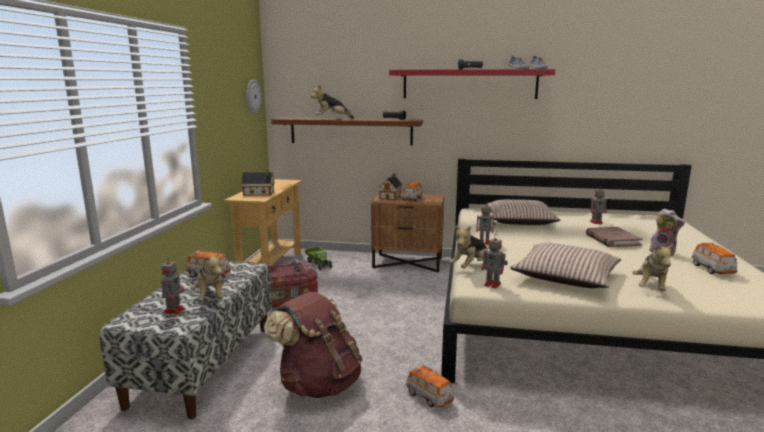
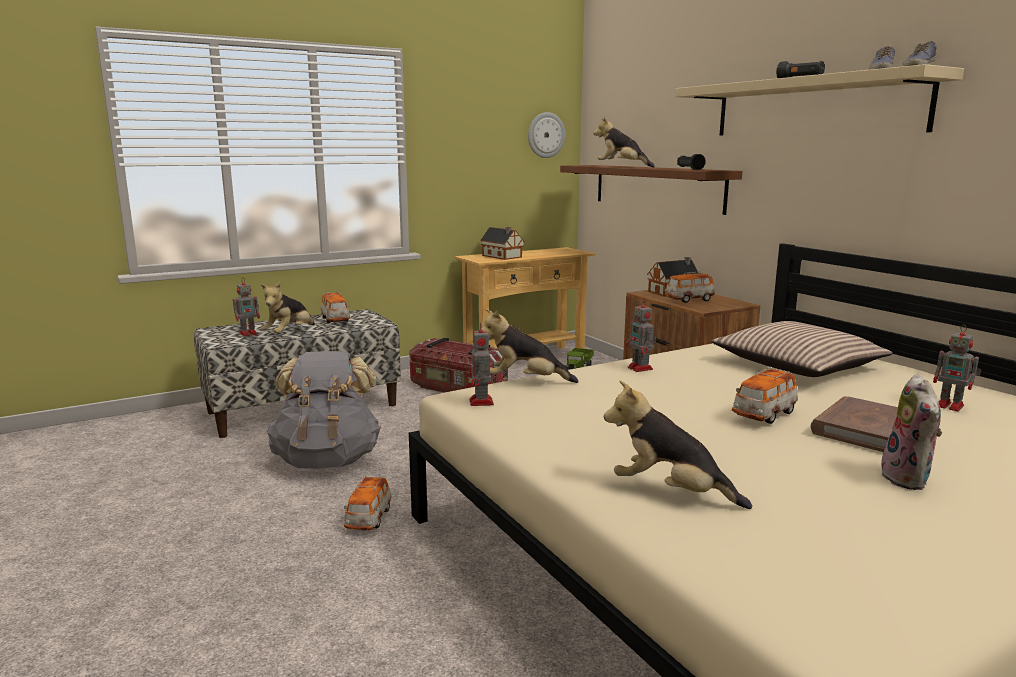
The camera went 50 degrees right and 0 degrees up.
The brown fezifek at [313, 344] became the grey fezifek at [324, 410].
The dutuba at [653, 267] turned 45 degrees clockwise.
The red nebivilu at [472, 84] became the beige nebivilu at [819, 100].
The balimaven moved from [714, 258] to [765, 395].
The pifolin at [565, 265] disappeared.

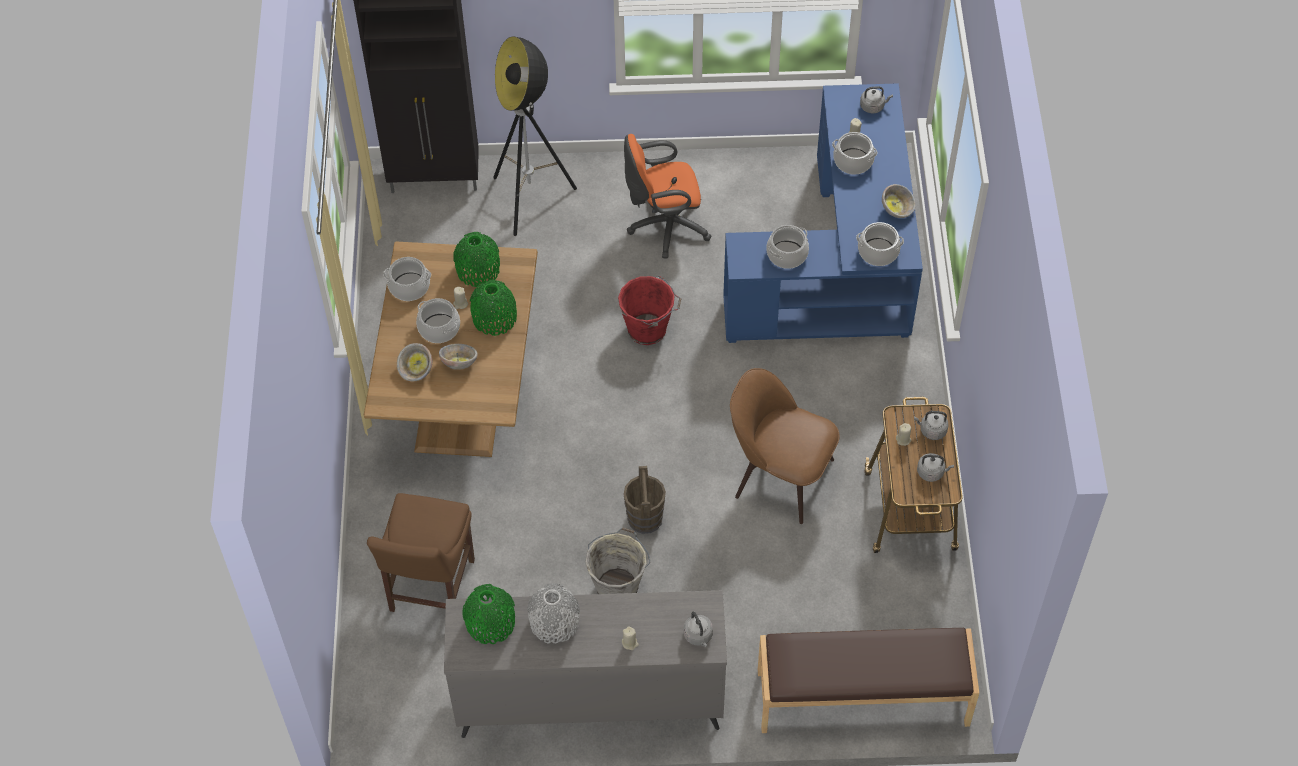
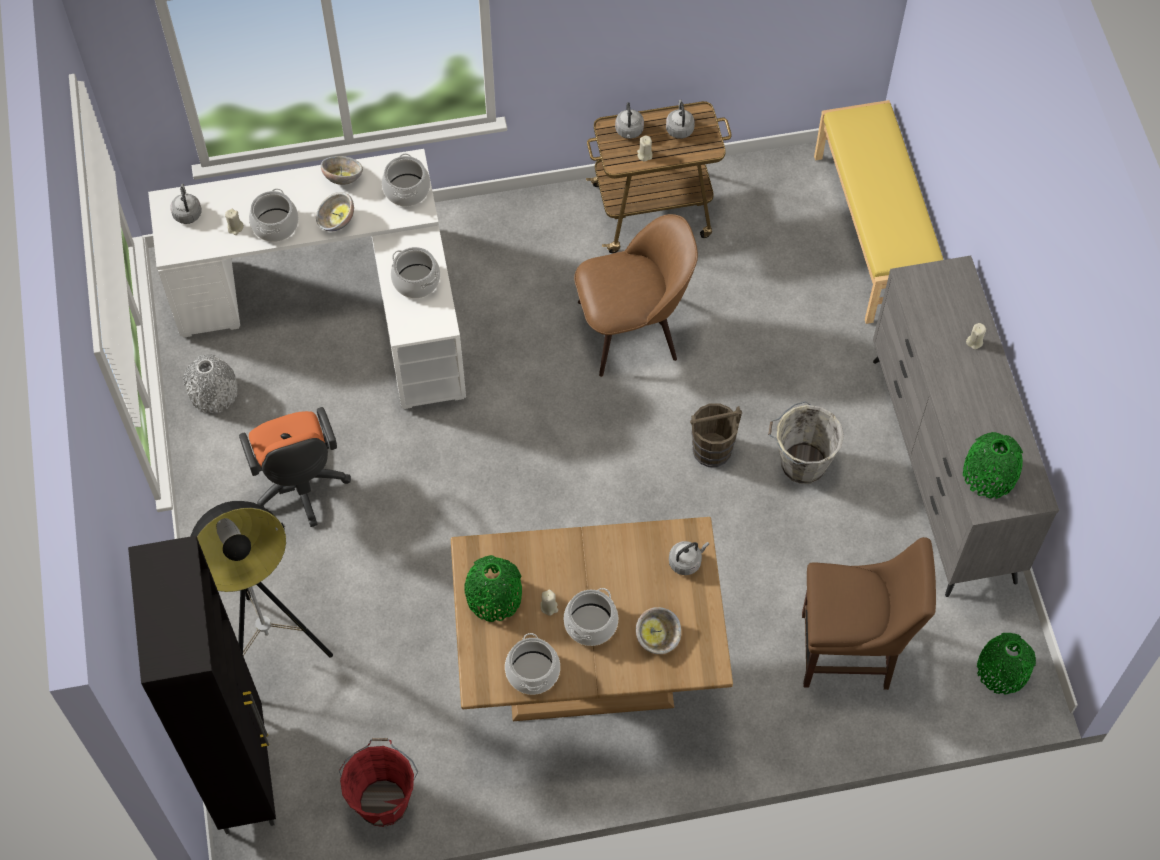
The camera went 100 degrees left and 5 degrees up.
The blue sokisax at [823, 213] became the white sokisax at [307, 279].
The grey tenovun moved from [553, 613] to [210, 383].
The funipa moved from [458, 357] to [335, 211].
The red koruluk moved from [649, 310] to [378, 782].
The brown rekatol at [785, 446] turned 120 degrees counterclockwise.
The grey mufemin moved from [698, 629] to [689, 558].
The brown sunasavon at [868, 680] became the yellow sunasavon at [878, 212].
The green tenovun moved from [493, 308] to [1006, 663].

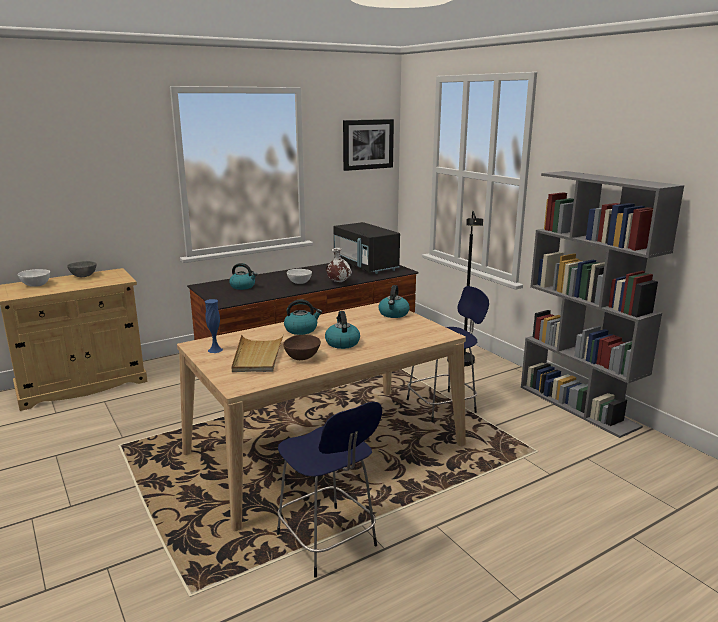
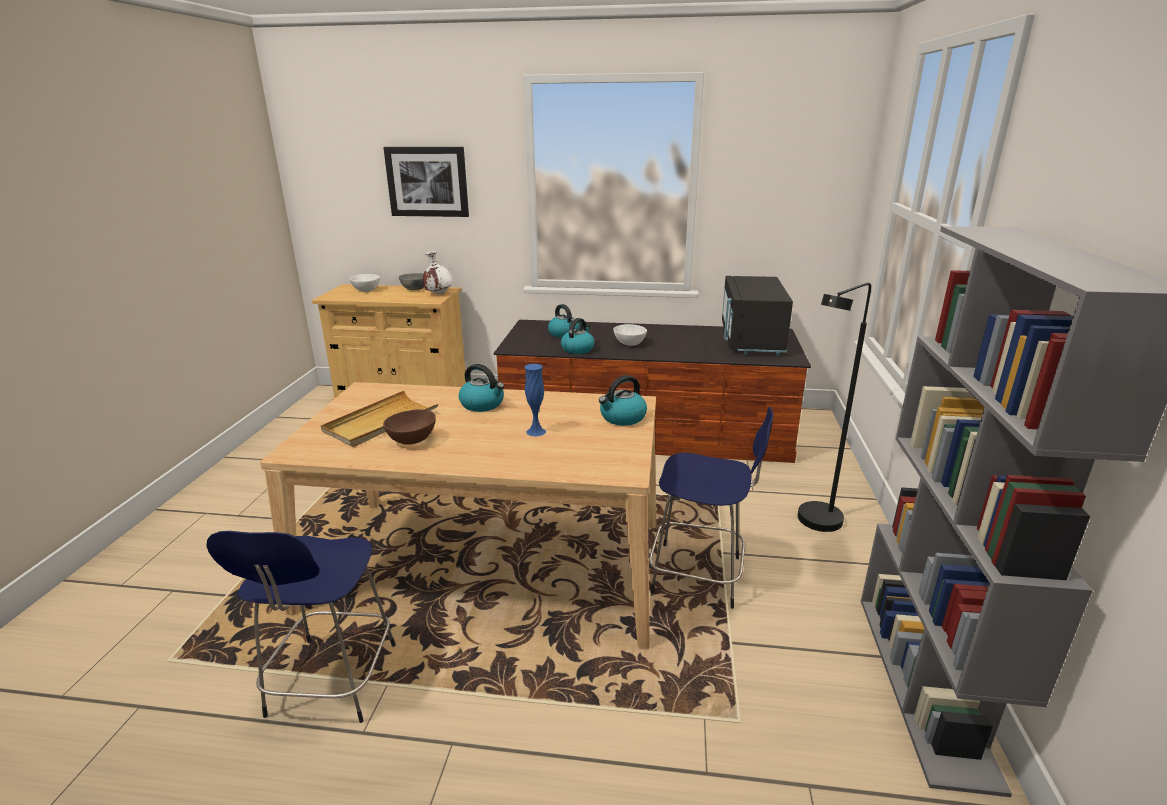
The camera went 40 degrees right and 5 degrees up.
The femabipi moved from [368, 145] to [426, 182].
The white tenovun moved from [339, 265] to [437, 272].
The blue tenovun moved from [214, 326] to [535, 400].
The mufemin moved from [342, 330] to [578, 336].

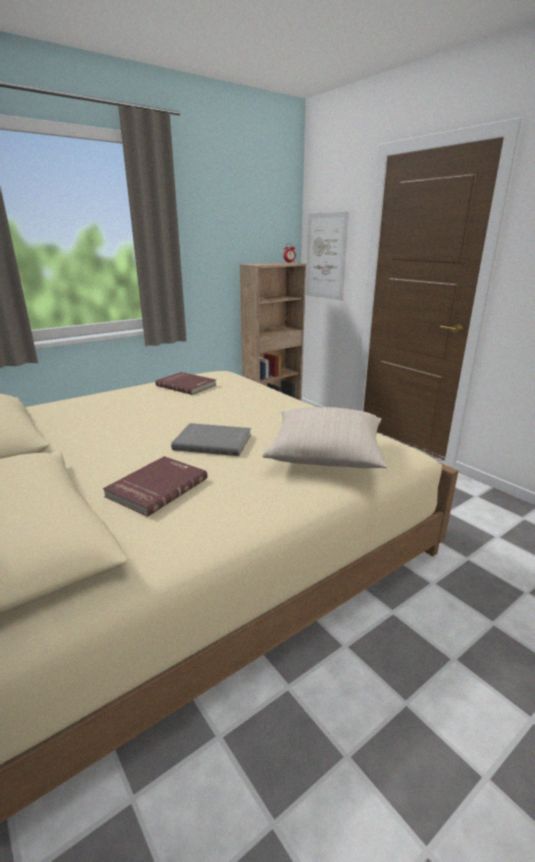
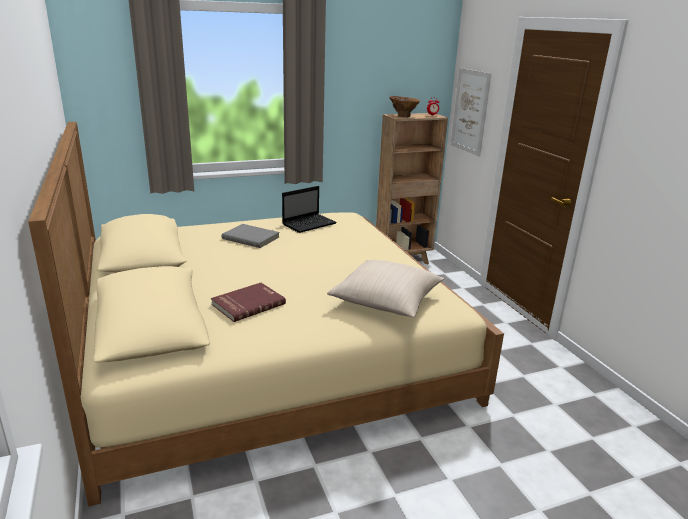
The camera went 15 degrees right and 0 degrees up.
The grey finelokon moved from [211, 439] to [251, 236].
The red finelokon at [185, 383] was replaced by the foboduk at [309, 209].
The brown tenovun at [404, 106] appeared.

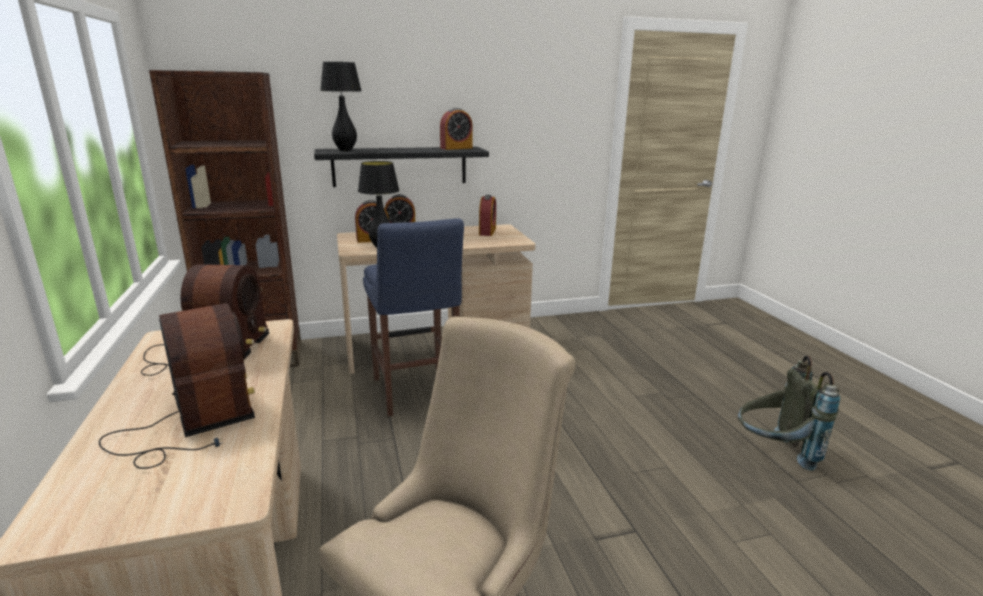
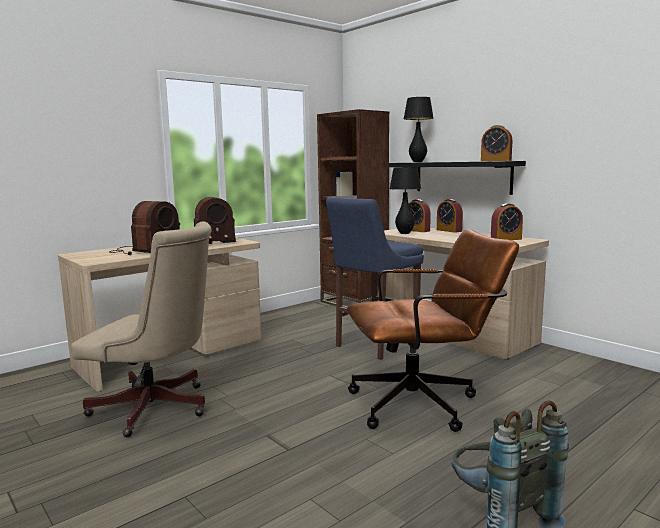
The camera went 65 degrees right and 10 degrees down.
The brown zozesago at [433, 330] appeared.

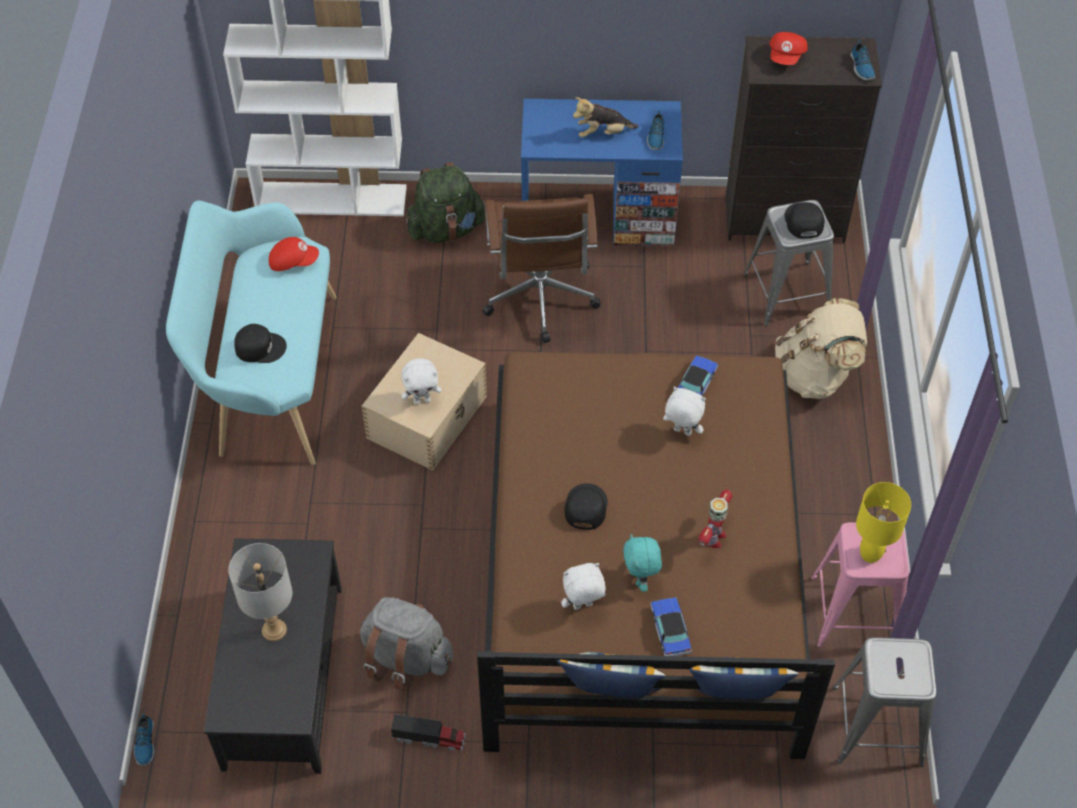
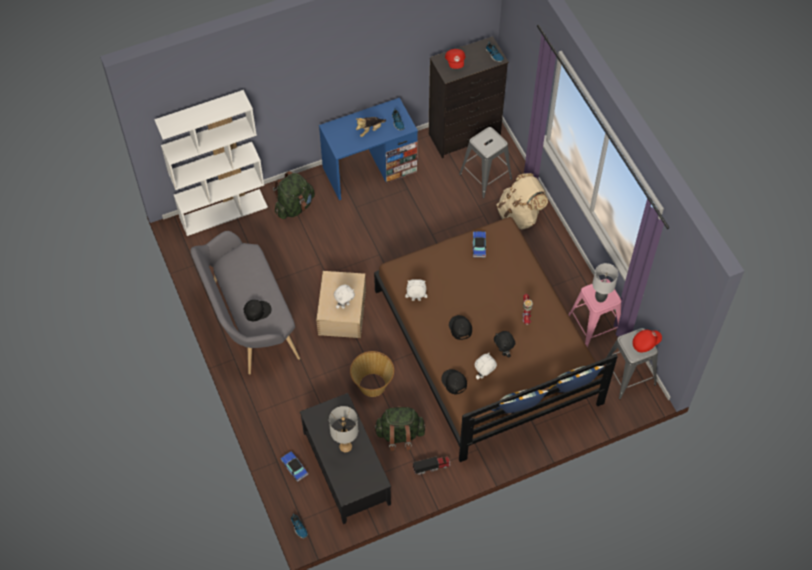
The camera went 25 degrees left and 5 degrees up.
The turquoise sunasavon at [251, 333] became the grey sunasavon at [245, 302].
The balimaven moved from [671, 626] to [294, 466].
The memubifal at [372, 374] appeared.
The grey fezifek at [406, 644] became the green fezifek at [399, 428].
The white dutuba moved from [684, 411] to [416, 290].
The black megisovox moved from [804, 220] to [454, 381].
The turquoise dutuba at [642, 563] became the black dutuba at [504, 344].
The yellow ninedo at [883, 522] became the grey ninedo at [605, 282].
The red megisovox moved from [294, 254] to [647, 341].
The brown zozesago at [541, 268] disappeared.

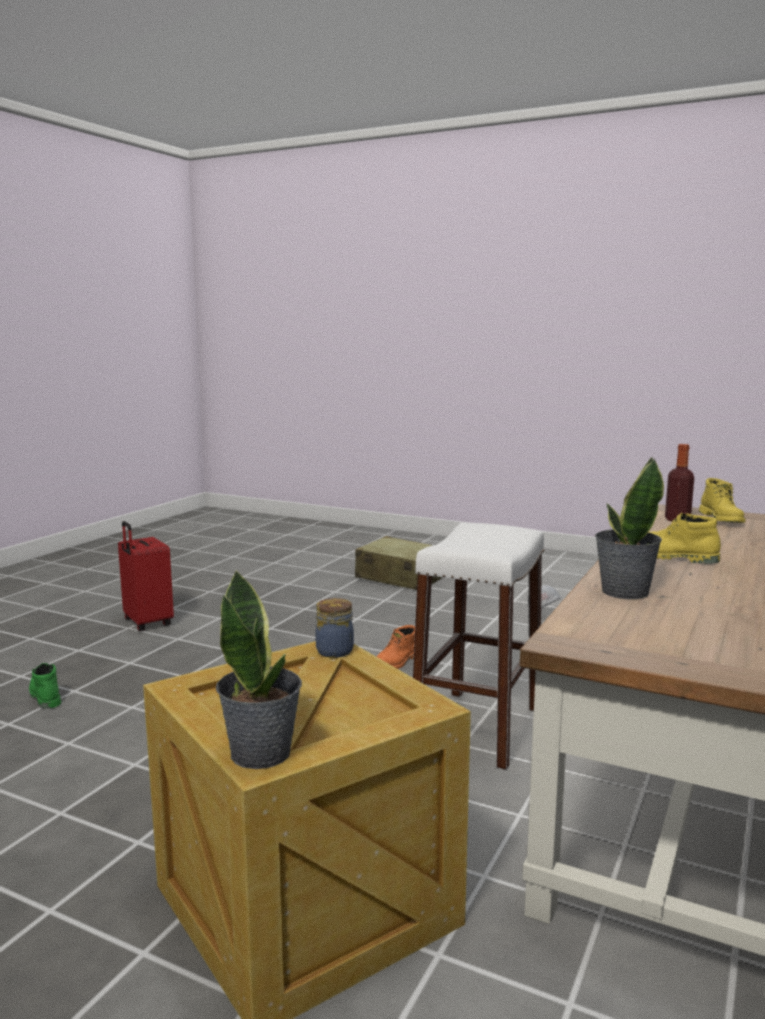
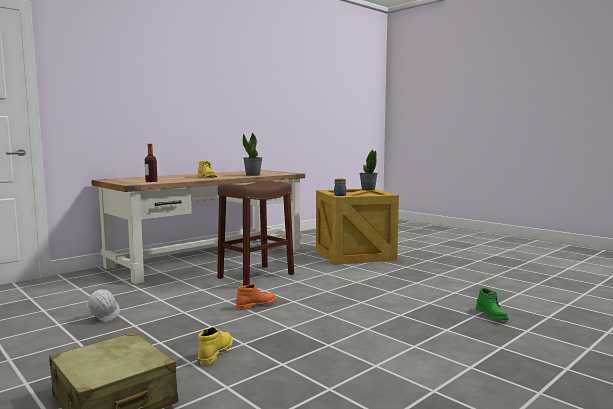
The camera went 160 degrees left and 5 degrees down.
The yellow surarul moved from [722, 500] to [215, 346].
The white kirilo at [479, 646] became the brown kirilo at [255, 233].
The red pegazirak at [146, 576] disappeared.

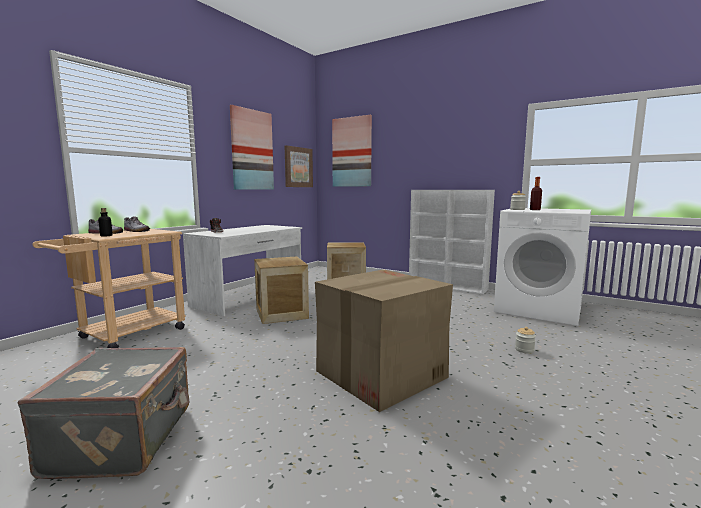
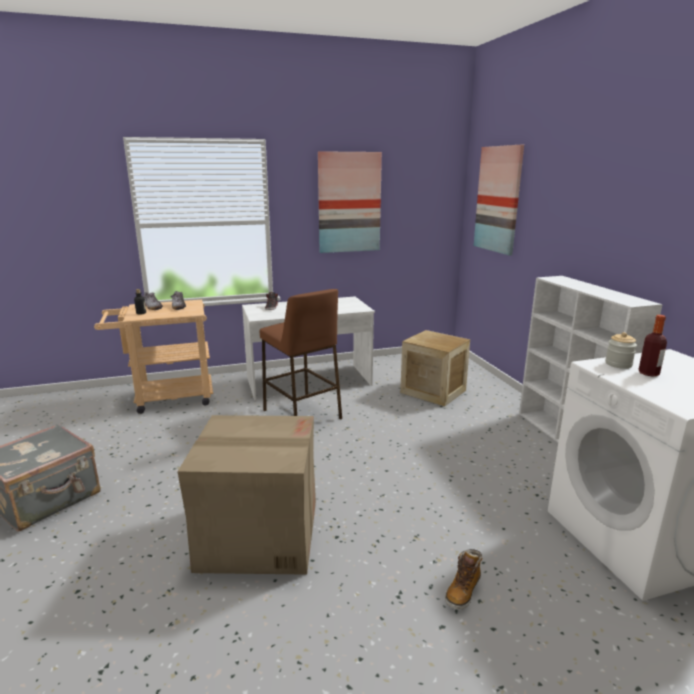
The camera went 40 degrees right and 10 degrees up.
The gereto at [281, 290] was replaced by the brown kirilo at [301, 354].
The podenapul at [525, 340] was replaced by the surarul at [463, 579].
The femabipi at [299, 166] disappeared.

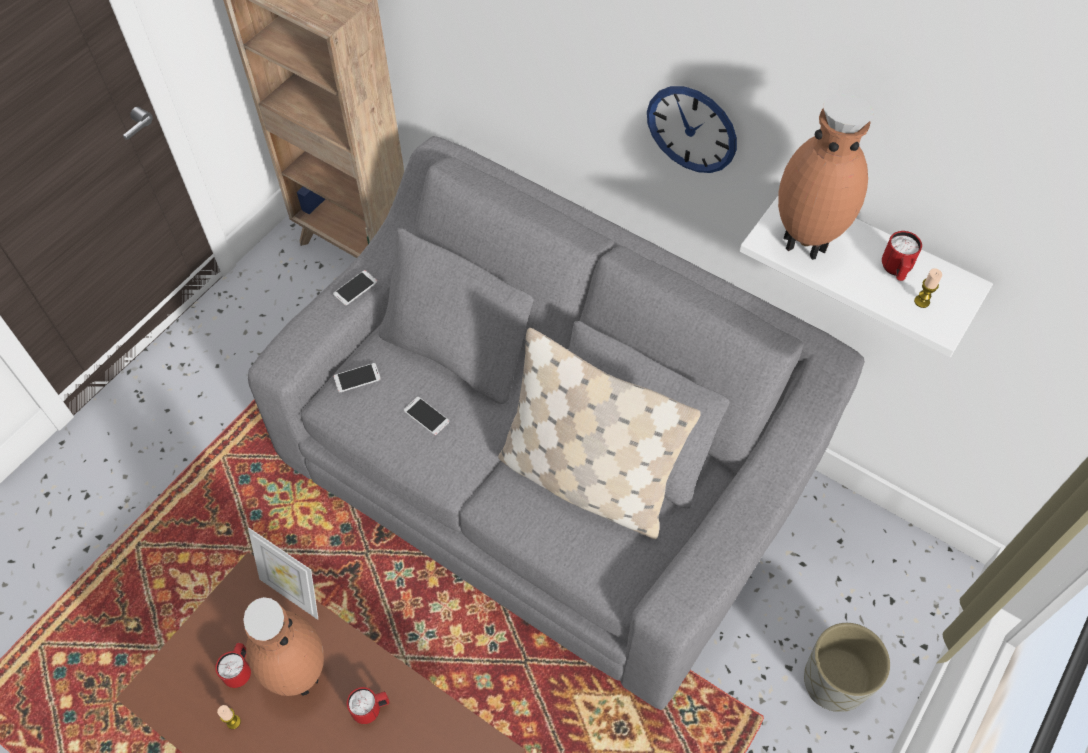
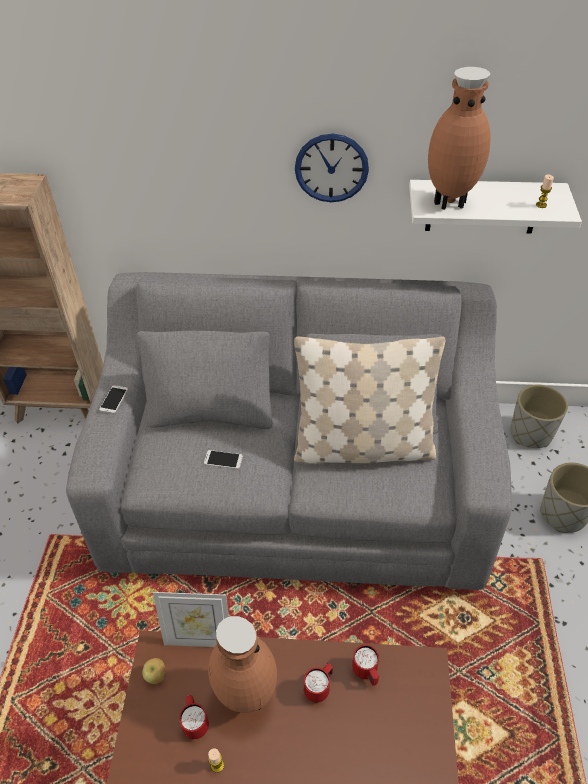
The camera went 30 degrees left and 10 degrees down.
The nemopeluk at [153, 671] appeared.
The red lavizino moved from [902, 256] to [365, 665].
The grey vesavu at [539, 416] appeared.
The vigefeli at [357, 377] disappeared.

